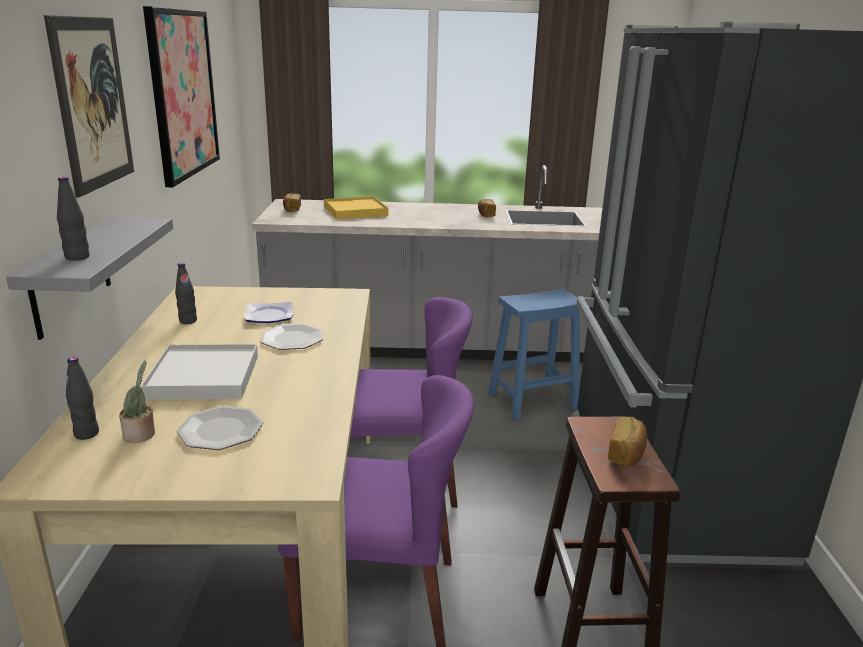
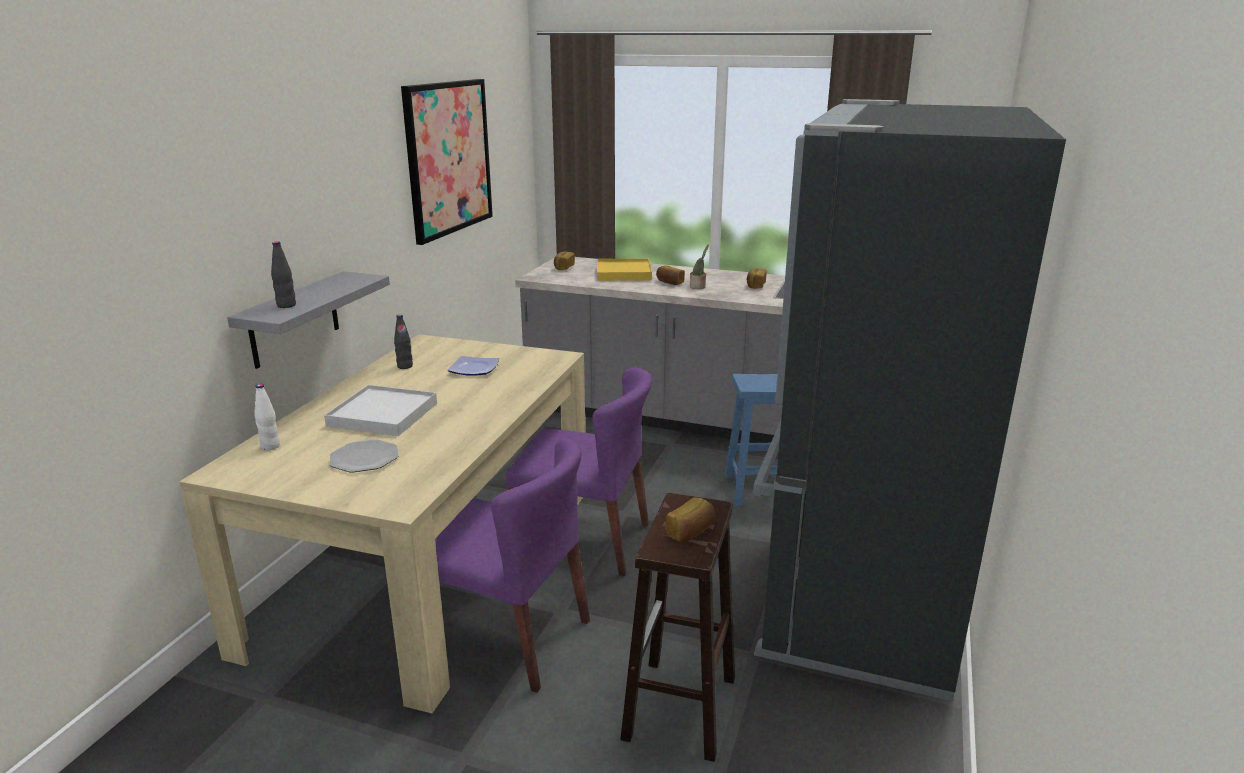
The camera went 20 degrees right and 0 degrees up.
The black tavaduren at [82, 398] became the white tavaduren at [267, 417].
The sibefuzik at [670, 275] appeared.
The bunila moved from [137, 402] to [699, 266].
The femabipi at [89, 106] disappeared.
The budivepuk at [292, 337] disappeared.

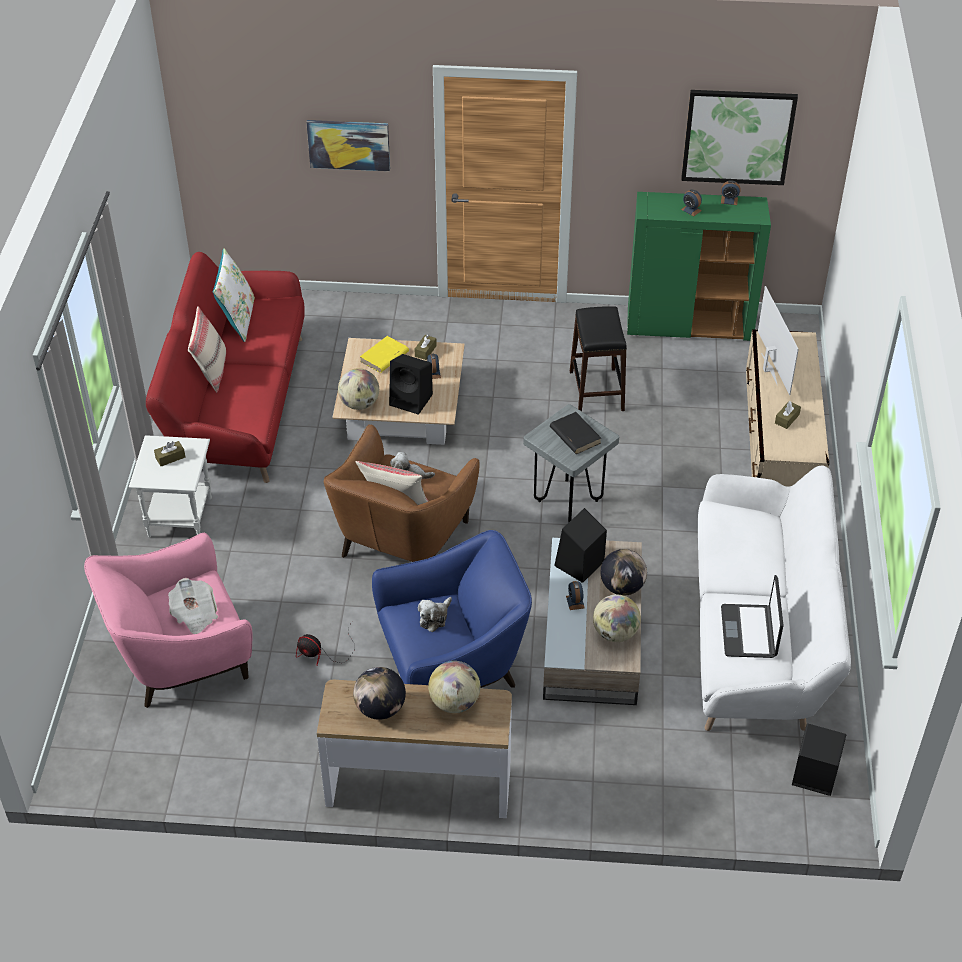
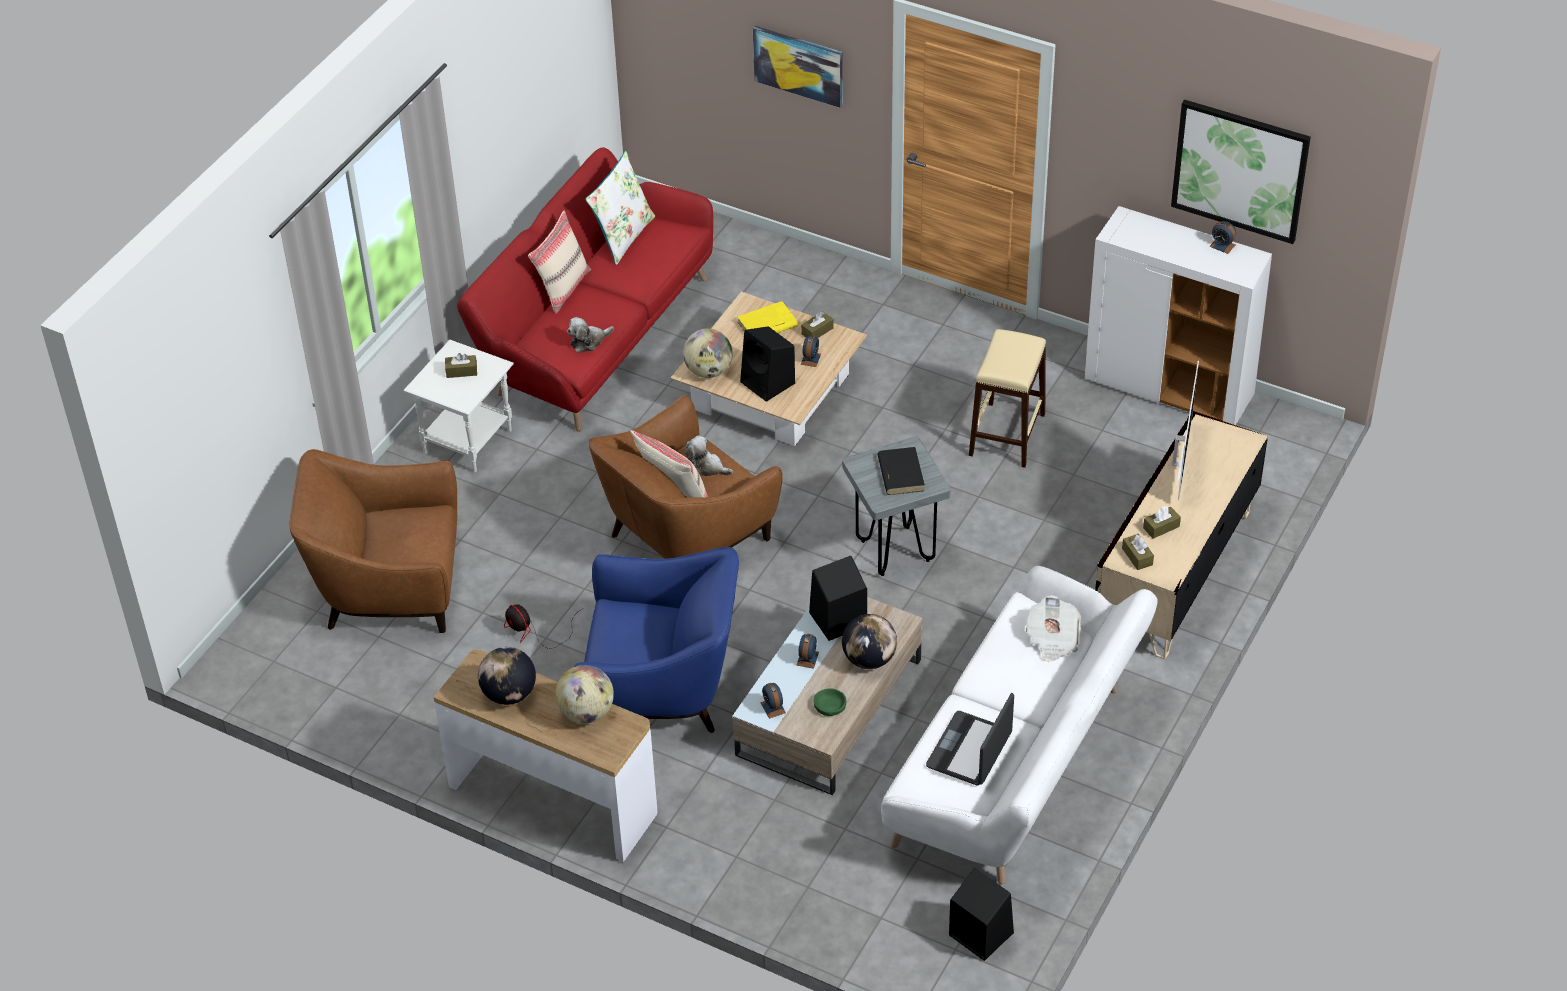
The camera went 25 degrees right and 0 degrees up.
The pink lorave at [168, 620] became the brown lorave at [373, 541].
The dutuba moved from [435, 614] to [590, 335].
The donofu moved from [691, 202] to [773, 701].
The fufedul at [617, 618] was replaced by the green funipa at [830, 702].
The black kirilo at [598, 358] became the beige kirilo at [1007, 398].
The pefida moved from [193, 606] to [1053, 628].
The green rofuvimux at [699, 266] became the white rofuvimux at [1178, 315].
The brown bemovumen at [1138, 552] appeared.

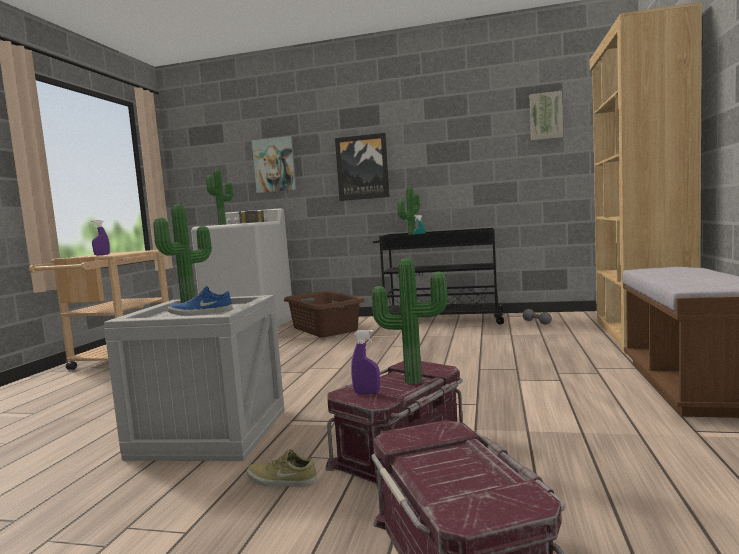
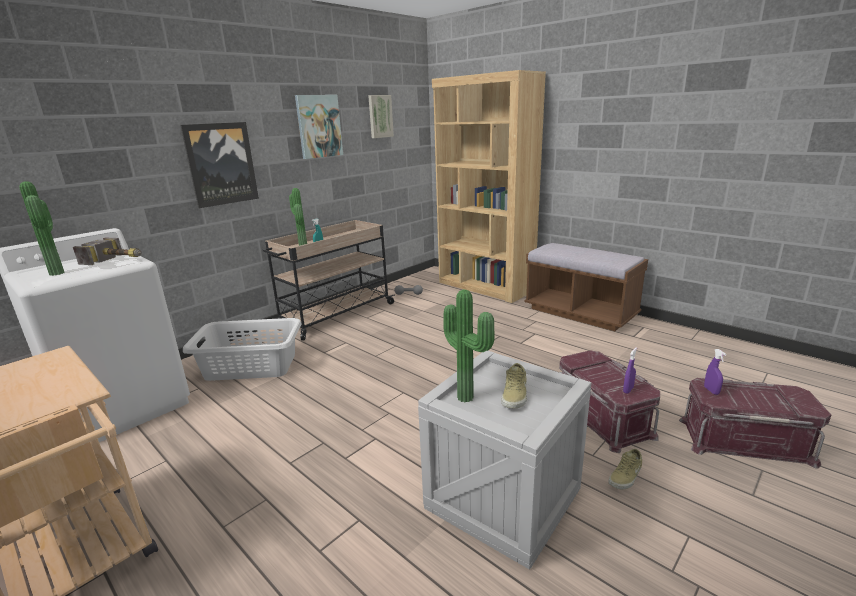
The camera went 60 degrees left and 15 degrees up.
The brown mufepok at [324, 314] became the grey mufepok at [242, 349].
The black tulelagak at [438, 276] became the beige tulelagak at [329, 280].
The femabipi moved from [274, 164] to [319, 127].
The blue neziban at [200, 300] became the beige neziban at [514, 385].
The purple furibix moved from [100, 237] to [715, 372].
The bunila at [410, 321] disappeared.

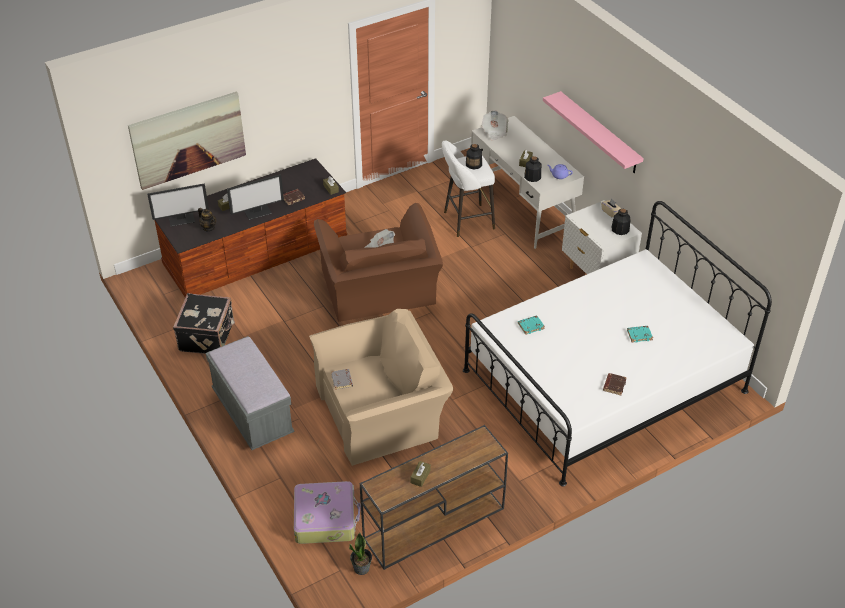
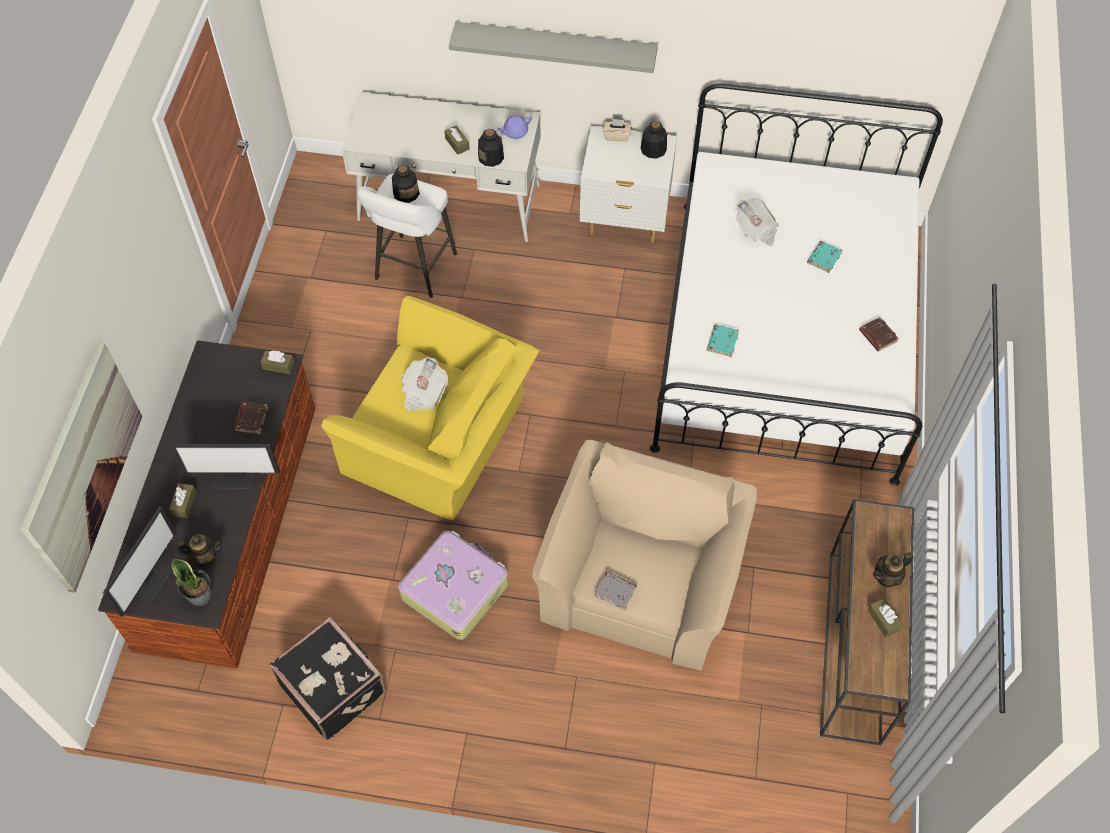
The camera went 50 degrees left and 15 degrees up.
The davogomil at [255, 197] turned 75 degrees clockwise.
The bunila moved from [360, 554] to [192, 582].
The brown lorave at [378, 262] became the yellow lorave at [430, 408].
The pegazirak moved from [327, 512] to [453, 585].
The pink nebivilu at [593, 132] became the grey nebivilu at [553, 47].
The pefida moved from [494, 125] to [757, 222].
The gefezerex at [893, 570] appeared.
The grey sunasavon at [250, 393] disappeared.

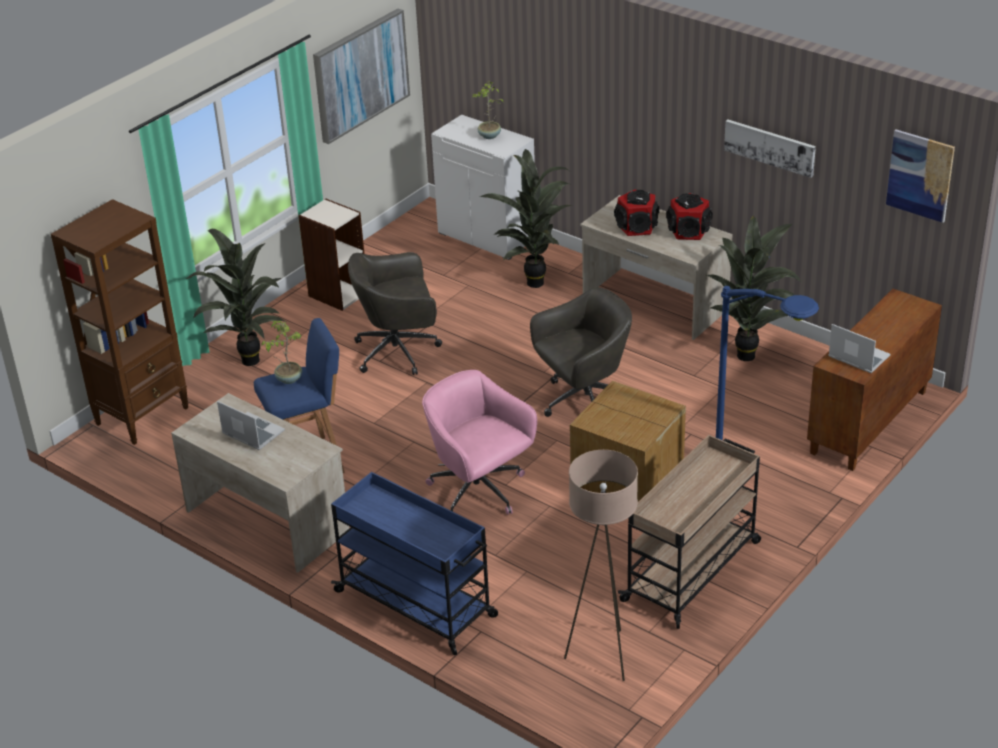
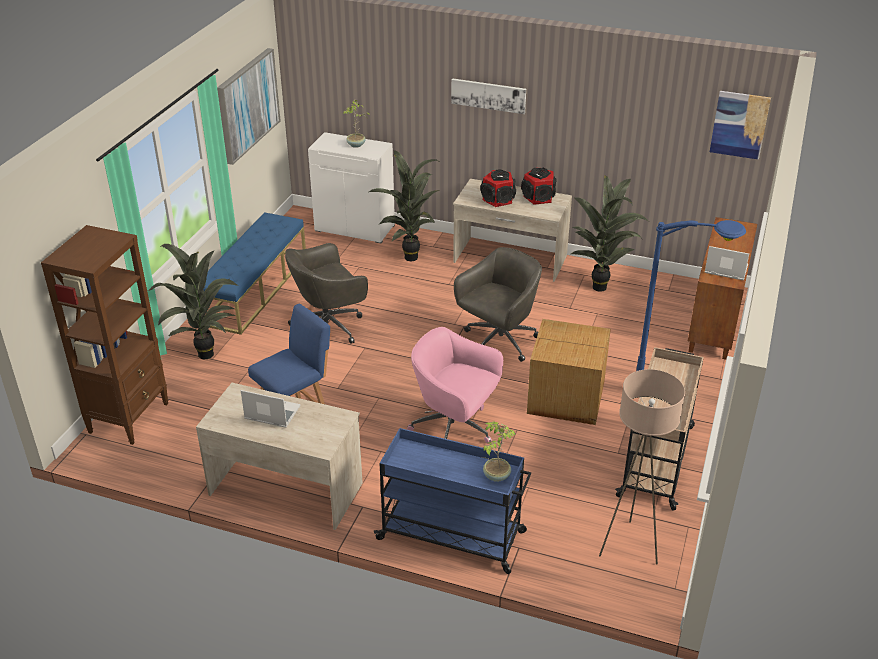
The camera went 20 degrees left and 0 degrees up.
The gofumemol at [331, 255] was replaced by the blue sunasavon at [254, 273].
The femabipi moved from [770, 148] to [488, 96].
The bunila moved from [281, 352] to [499, 451].

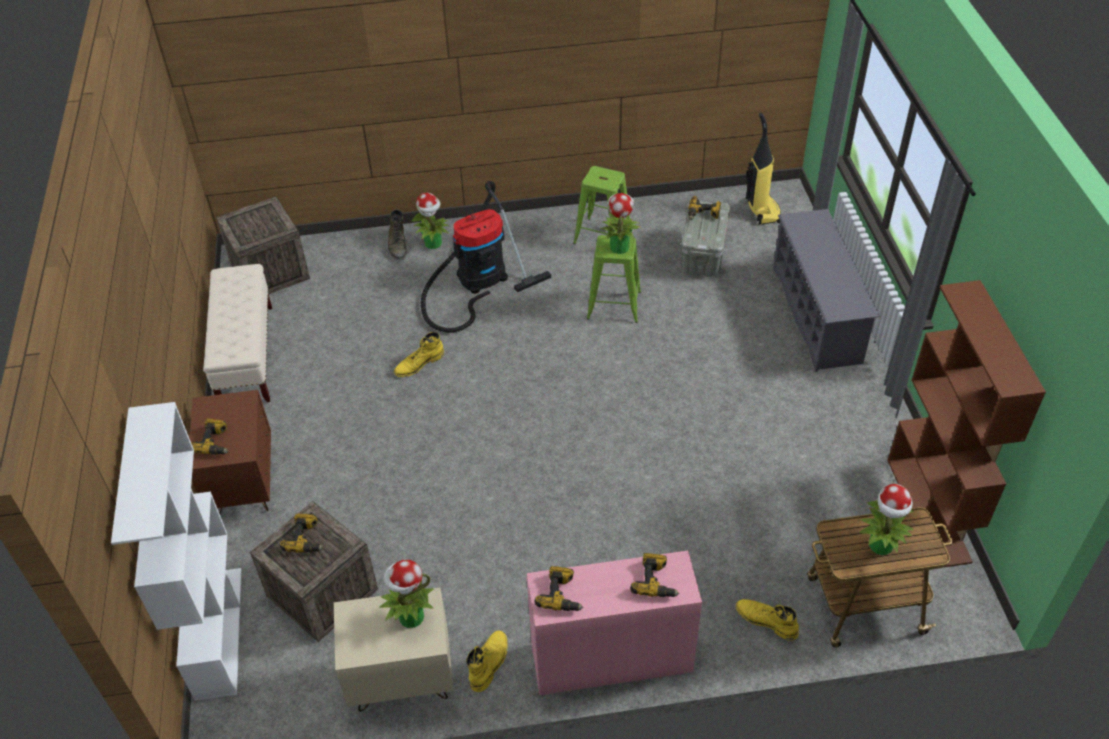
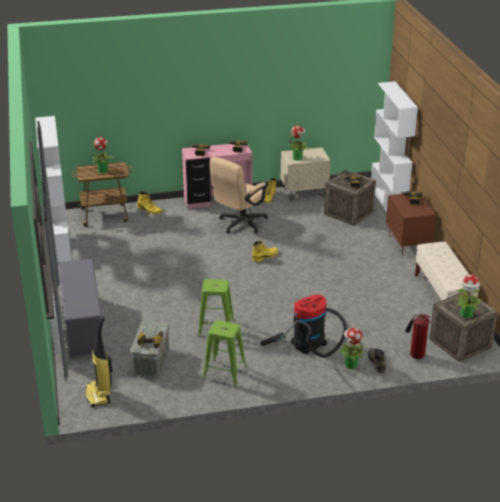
The camera went 175 degrees right and 15 degrees down.
The brown gofumemol at [967, 423] became the white gofumemol at [53, 189].
The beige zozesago at [239, 195] appeared.
The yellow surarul moved from [419, 354] to [265, 251].
The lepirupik at [418, 336] appeared.
The bunila moved from [621, 223] to [468, 296].

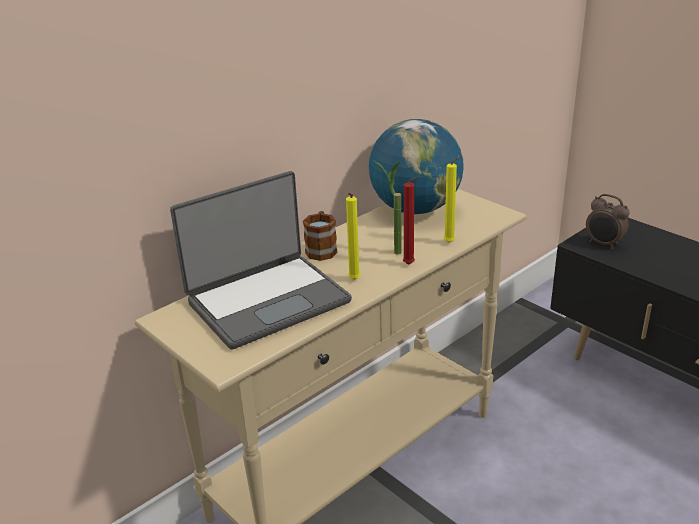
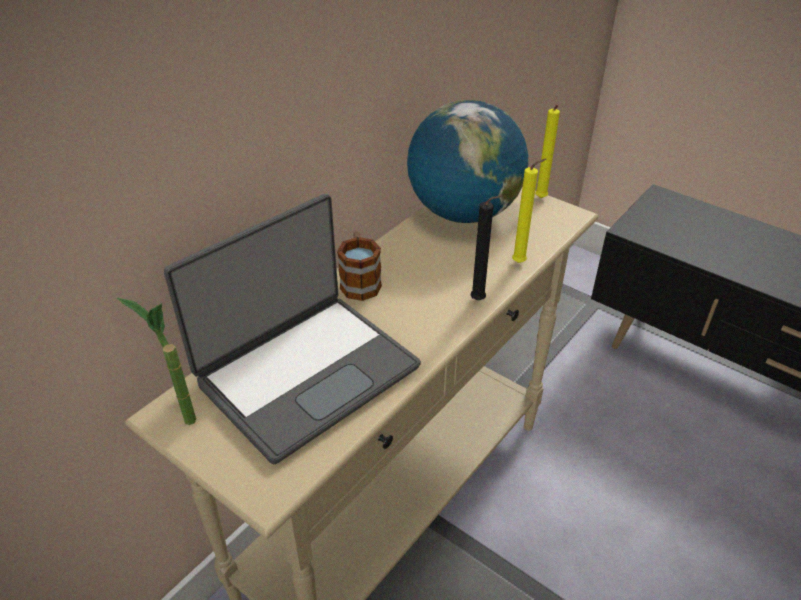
The camera went 10 degrees left and 10 degrees up.
The bunila moved from [387, 207] to [156, 361].
The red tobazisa at [411, 220] became the black tobazisa at [486, 247].
The yellow tobazisa moved from [353, 236] to [547, 151].
The donofu at [607, 221] disappeared.

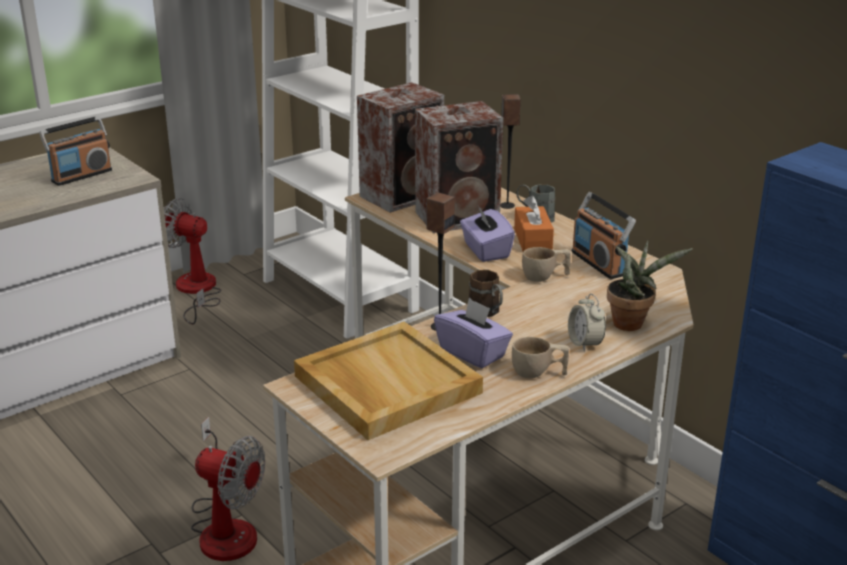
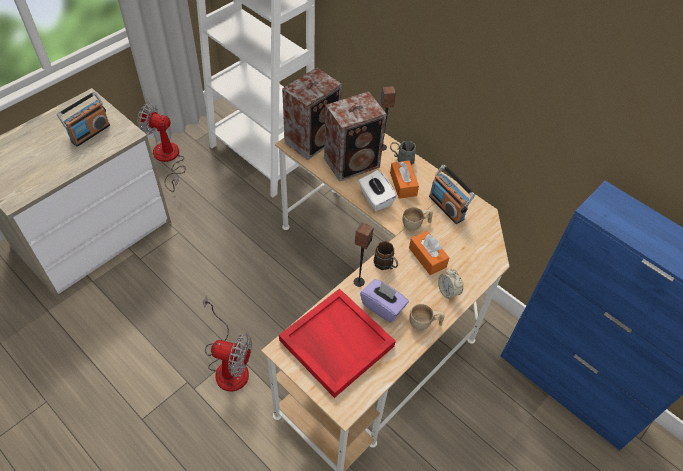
The camera went 10 degrees left and 25 degrees up.
The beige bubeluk at [388, 381] became the red bubeluk at [337, 343].
The purple bemovumen at [487, 234] became the white bemovumen at [377, 190].
The orange bemovumen at [429, 253] appeared.
The bunila at [649, 286] disappeared.

